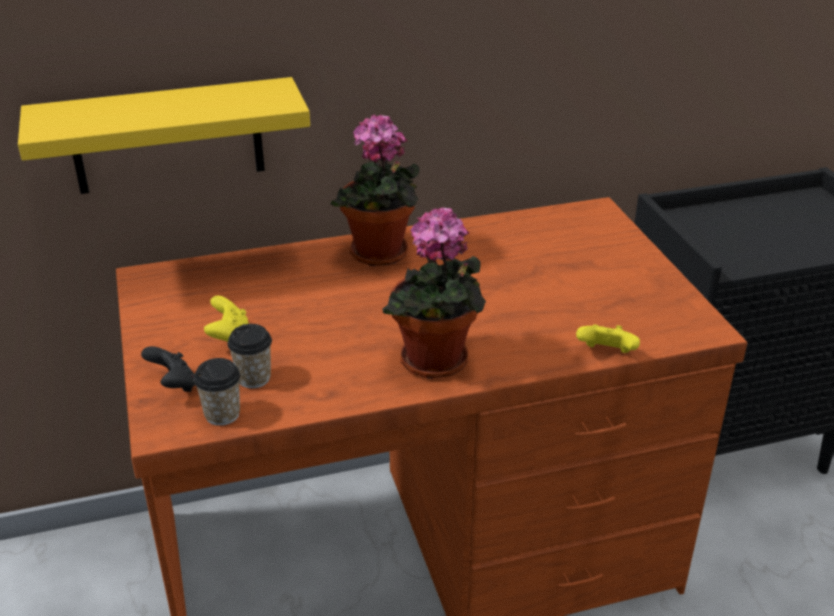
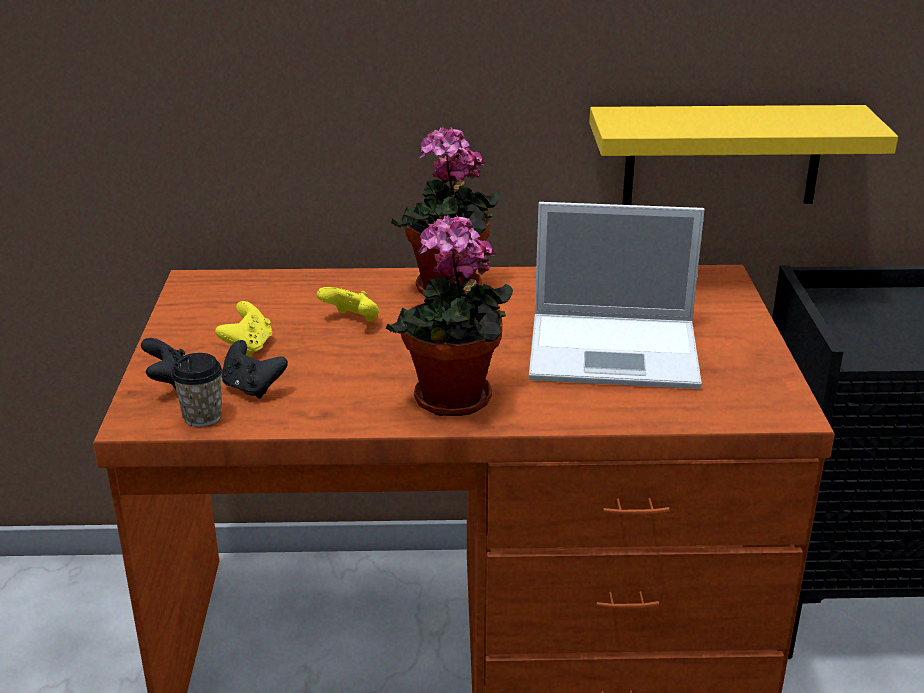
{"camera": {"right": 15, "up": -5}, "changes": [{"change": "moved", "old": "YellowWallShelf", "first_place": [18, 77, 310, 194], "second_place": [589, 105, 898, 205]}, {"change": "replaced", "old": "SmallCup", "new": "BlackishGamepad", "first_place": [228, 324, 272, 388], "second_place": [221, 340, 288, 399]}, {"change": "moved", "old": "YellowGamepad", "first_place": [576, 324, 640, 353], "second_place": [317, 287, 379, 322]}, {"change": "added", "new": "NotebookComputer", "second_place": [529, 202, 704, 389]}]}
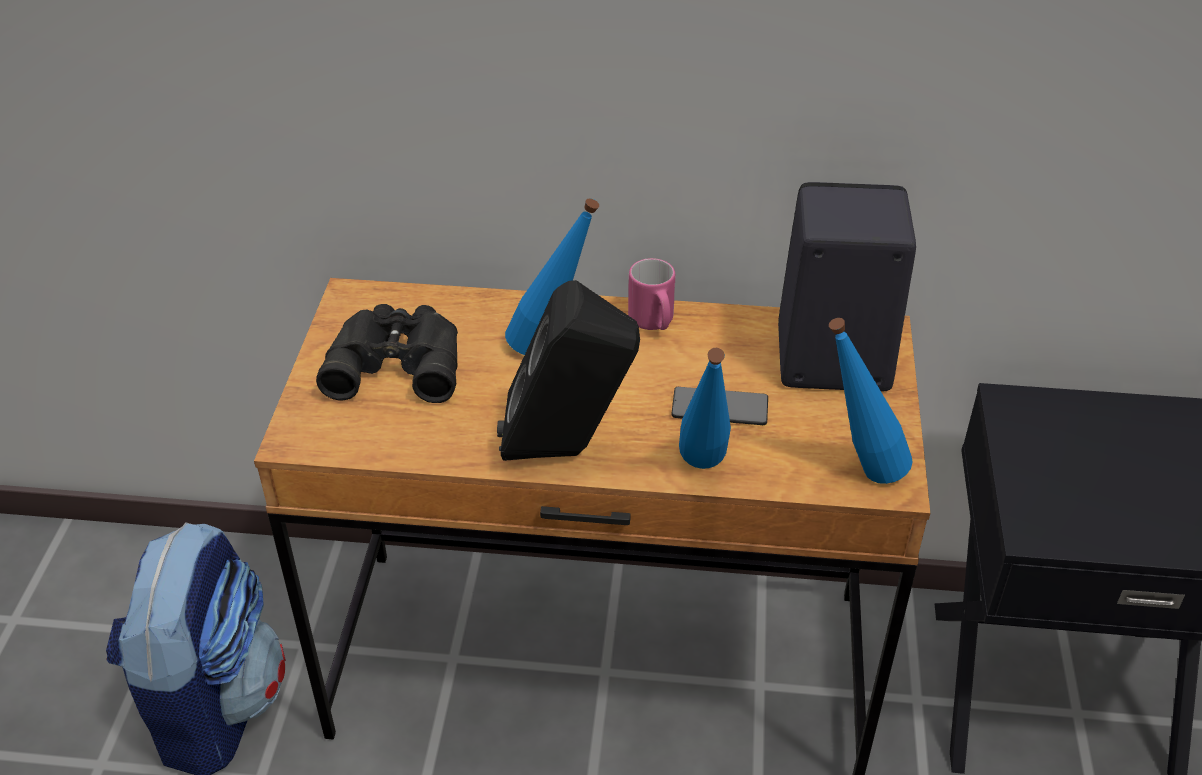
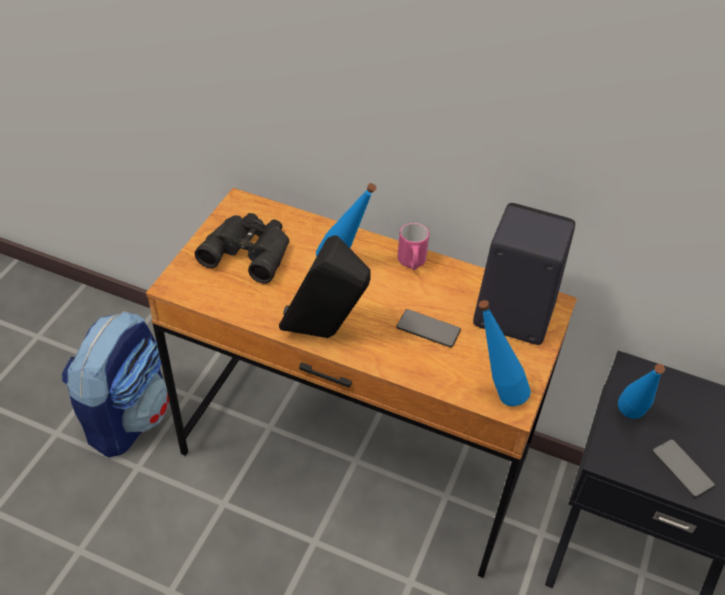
{"camera": {"right": 15, "up": 5}, "changes": [{"change": "moved", "old": "BlueBeverageBottle", "first_place": [679, 348, 731, 469], "second_place": [618, 364, 665, 419]}, {"change": "added", "new": "Handset", "second_place": [652, 439, 715, 498]}]}
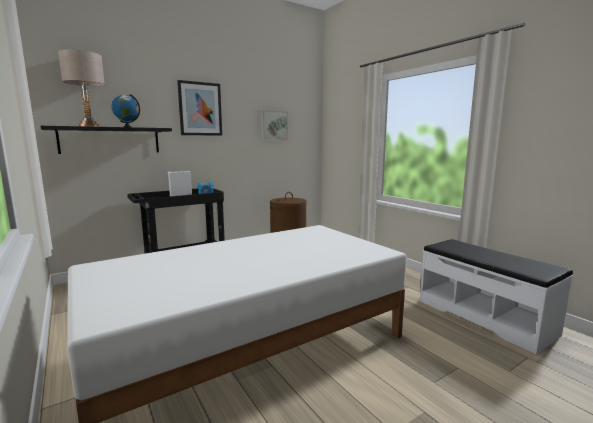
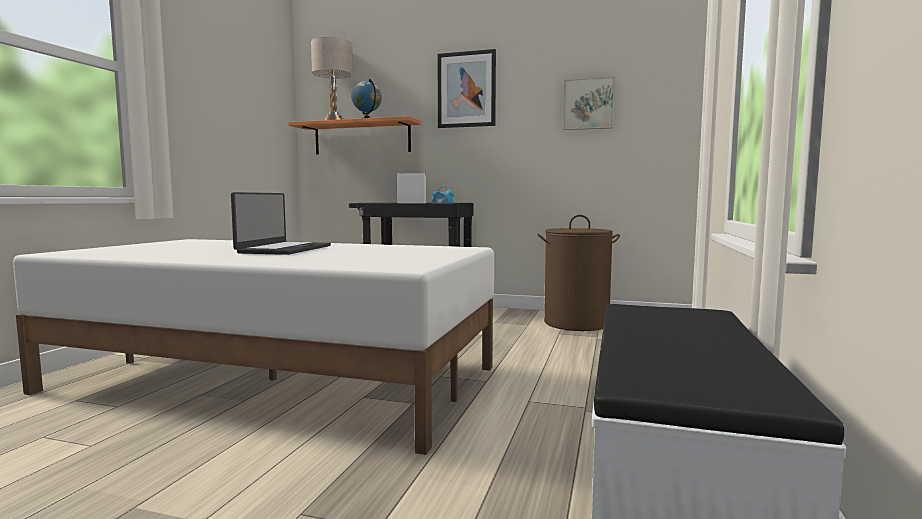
{"camera": {"right": 50, "up": -5}, "changes": [{"change": "recoloured", "old": "BlackishWallShelf", "new": "OrangeWallShelf", "first_place": [40, 126, 172, 154], "second_place": [289, 116, 421, 155]}, {"change": "added", "new": "NotebookComputer", "second_place": [231, 192, 331, 255]}]}
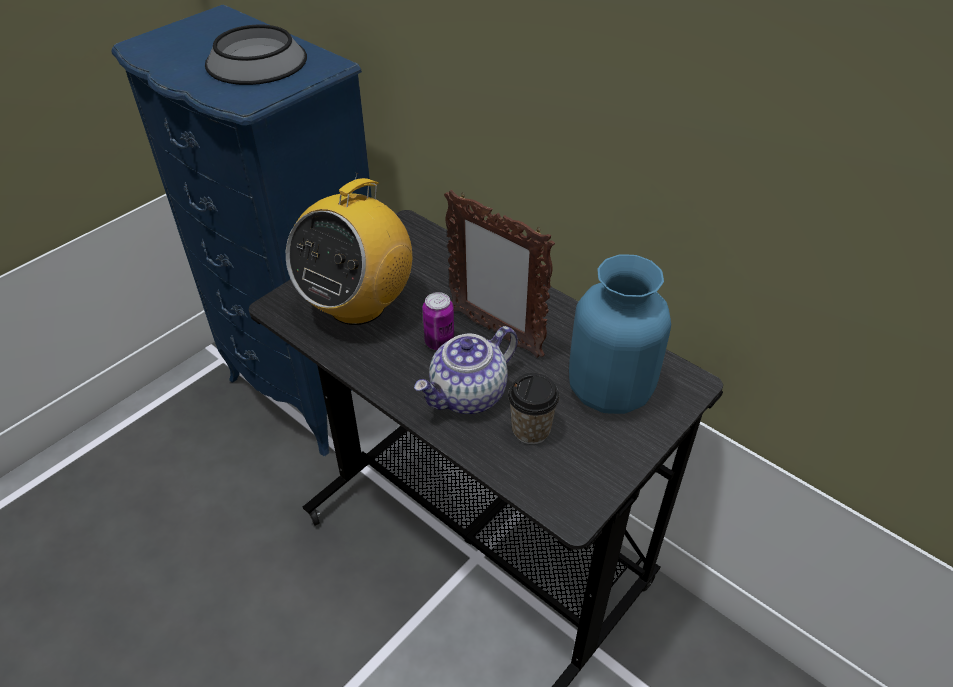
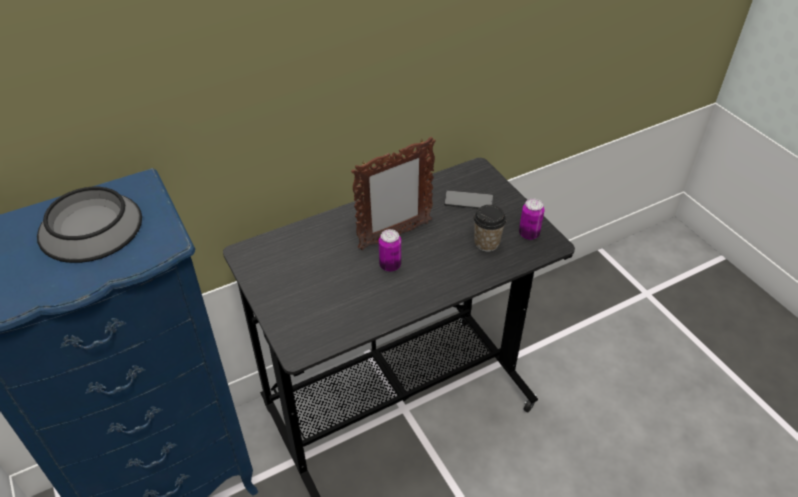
{"camera": {"right": -70, "up": 0}, "changes": [{"change": "removed", "old": "RadioSet", "first_place": [286, 173, 412, 325]}, {"change": "replaced", "old": "BlueDecorativeVase", "new": "Handset", "first_place": [569, 254, 671, 414], "second_place": [444, 190, 493, 209]}, {"change": "removed", "old": "Teapot", "first_place": [414, 326, 518, 414]}, {"change": "added", "new": "SealedCan", "second_place": [519, 198, 544, 240]}]}
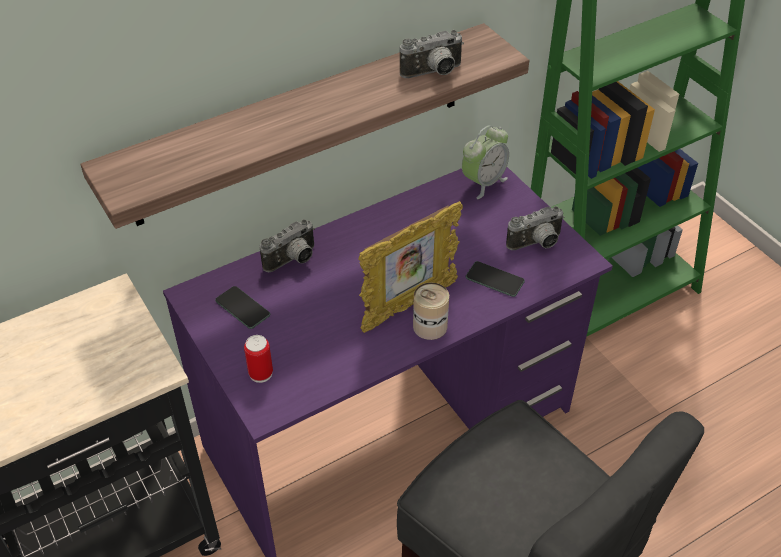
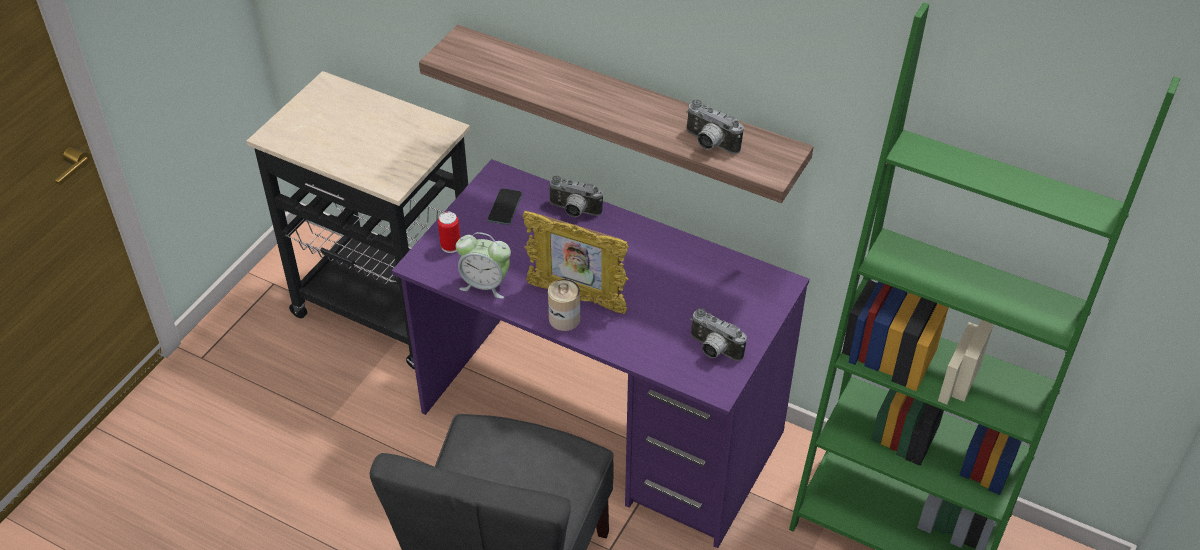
{"camera": {"right": 60, "up": 0}, "changes": [{"change": "moved", "old": "AlarmClock", "first_place": [462, 125, 509, 199], "second_place": [456, 232, 511, 299]}, {"change": "removed", "old": "Handset", "first_place": [466, 261, 525, 297]}]}
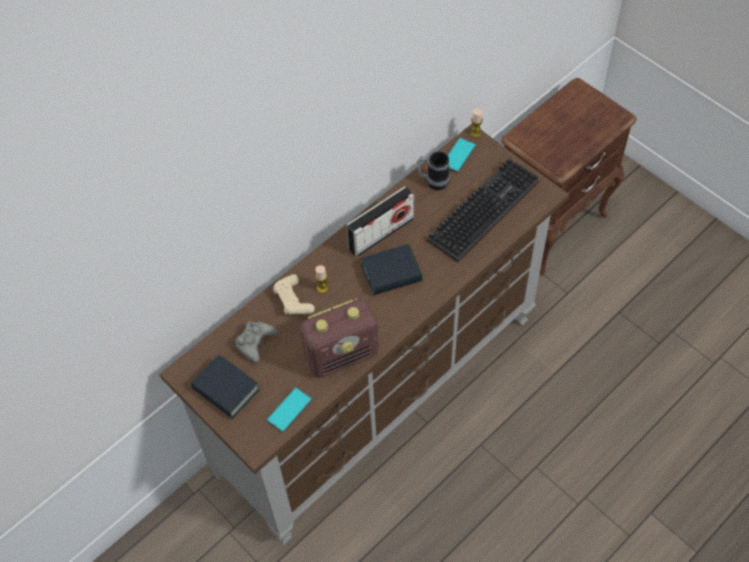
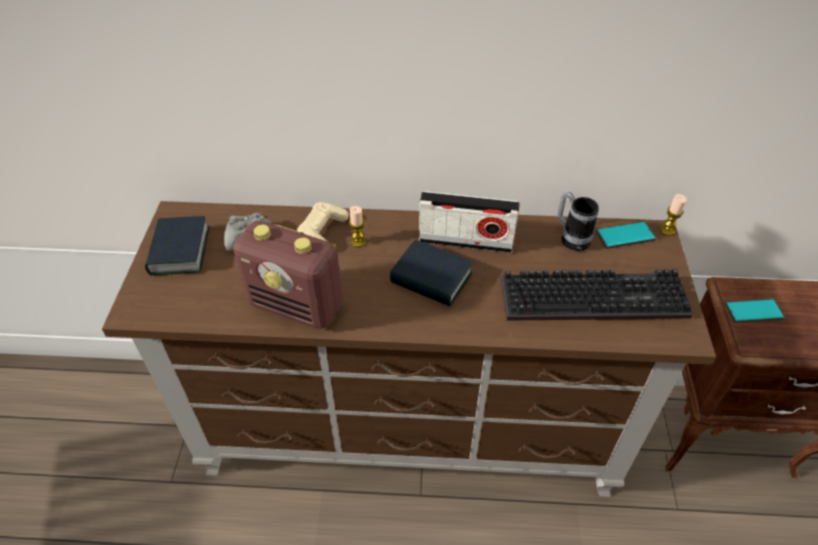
{"camera": {"right": 45, "up": -10}, "changes": [{"change": "moved", "old": "Handset", "first_place": [266, 386, 313, 433], "second_place": [725, 299, 785, 323]}]}
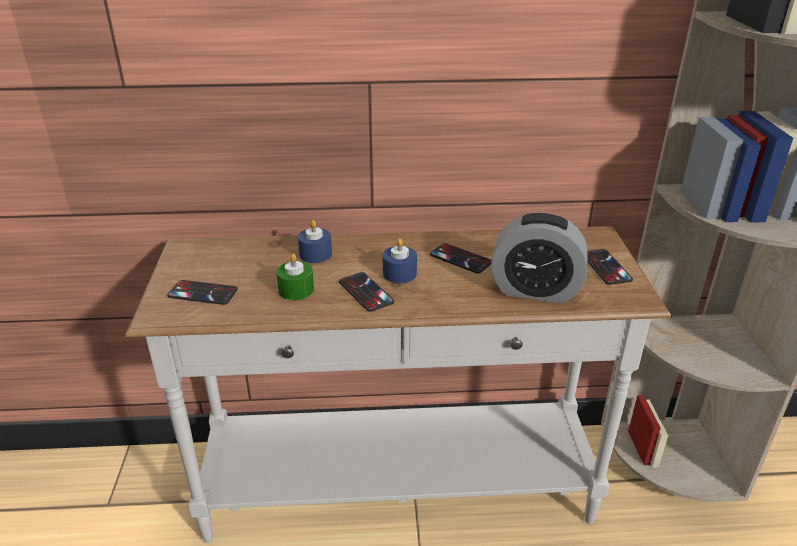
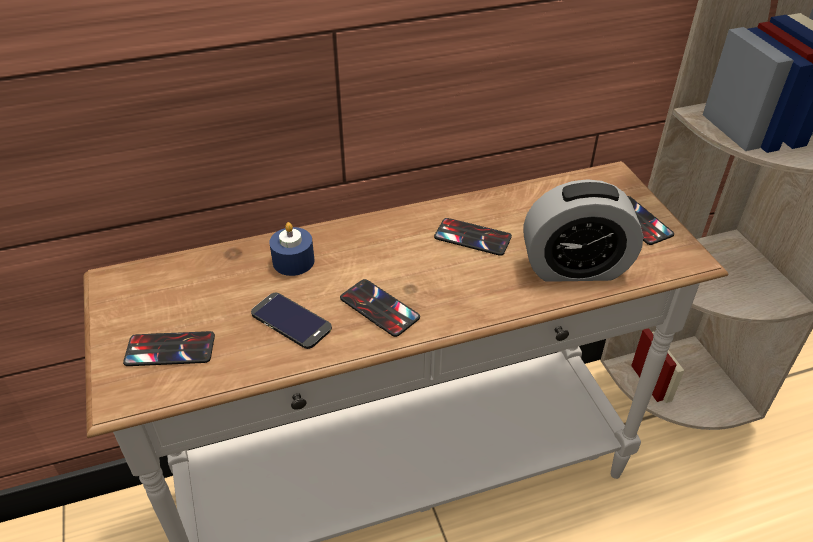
{"camera": {"right": -15, "up": 10}, "changes": [{"change": "removed", "old": "BlueWaxLight", "first_place": [383, 238, 417, 283]}, {"change": "replaced", "old": "GreenColouredWaxLight", "new": "Handset", "first_place": [277, 254, 314, 300], "second_place": [251, 293, 332, 349]}]}
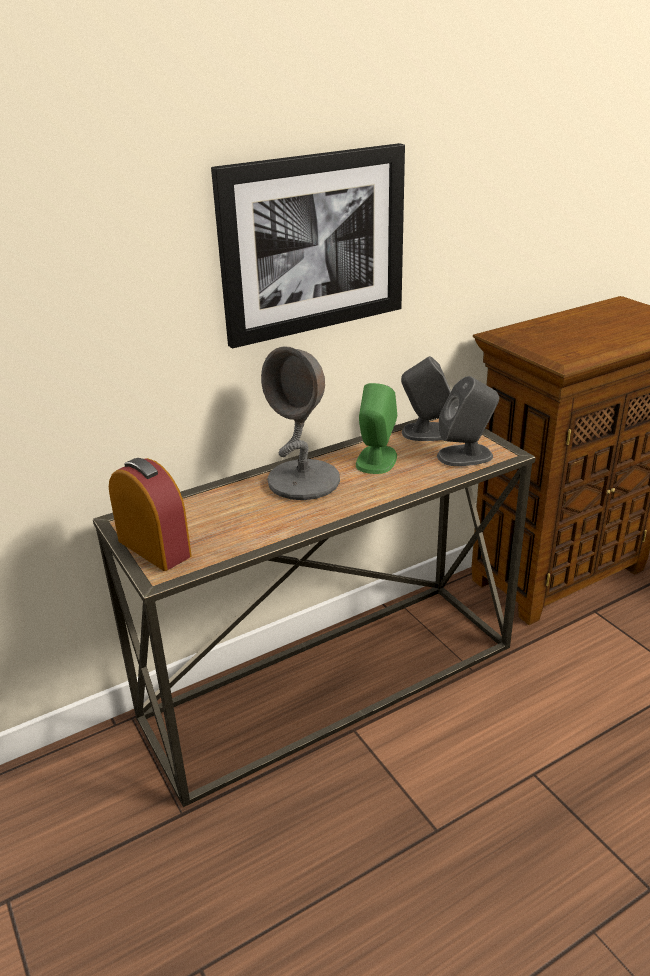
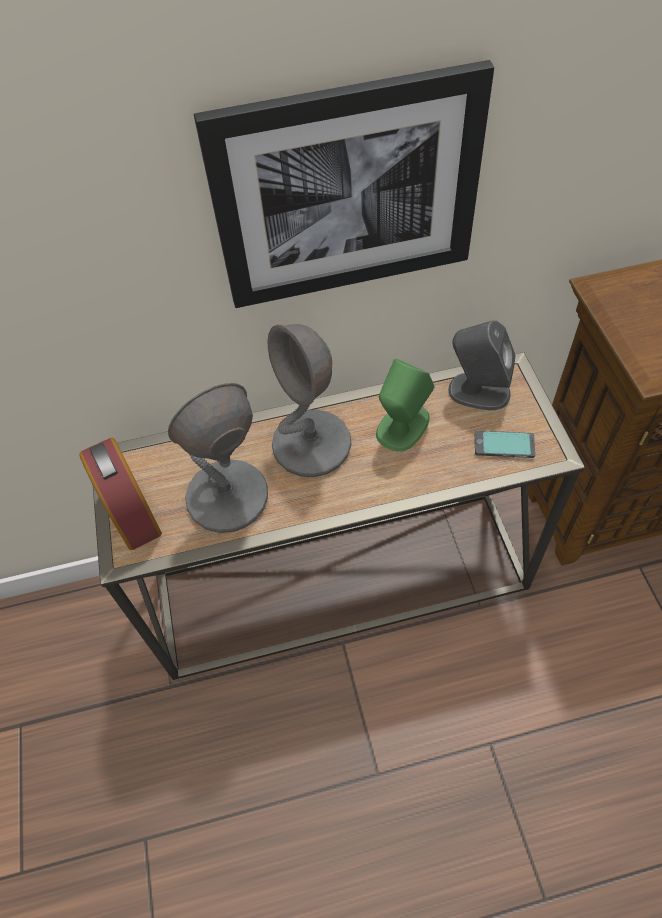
{"camera": {"right": 20, "up": 25}, "changes": [{"change": "replaced", "old": "GreyAudioSpeaker", "new": "Handset", "first_place": [437, 376, 499, 466], "second_place": [475, 430, 536, 458]}, {"change": "added", "new": "GreyTabletopLamp", "second_place": [168, 383, 268, 533]}]}
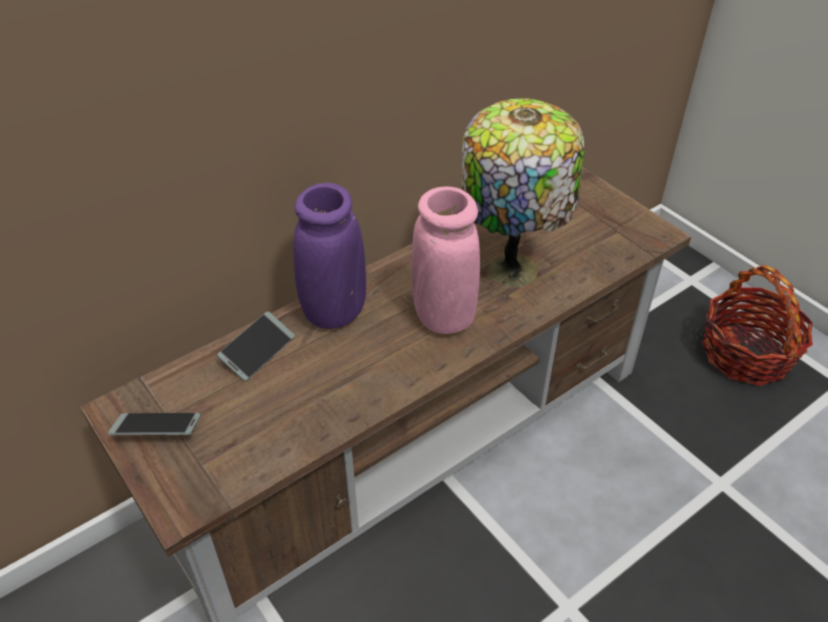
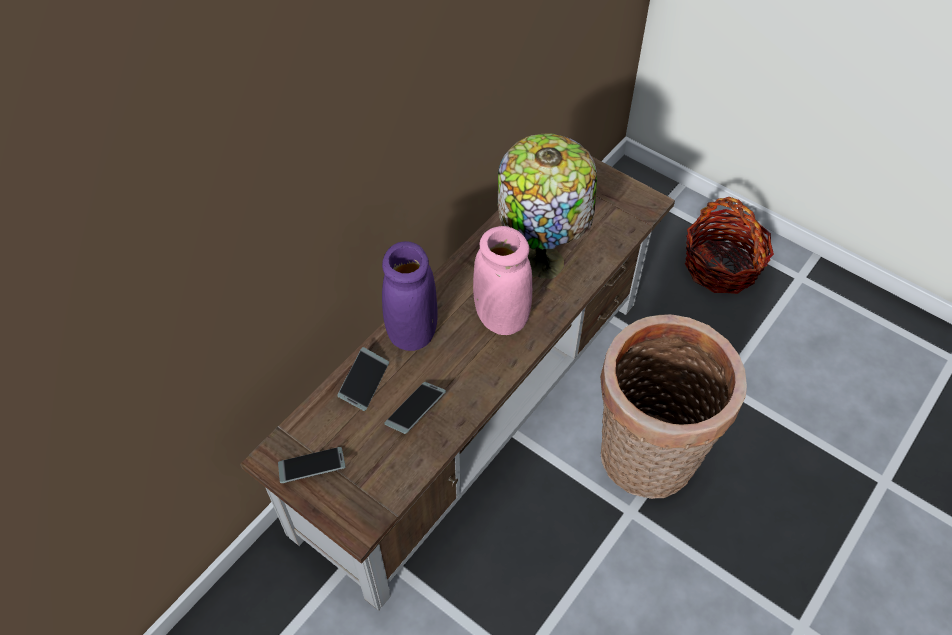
{"camera": {"right": -15, "up": 10}, "changes": [{"change": "added", "new": "HouseholdBasket", "second_place": [600, 314, 747, 499]}, {"change": "added", "new": "Handset", "second_place": [384, 382, 446, 434]}]}
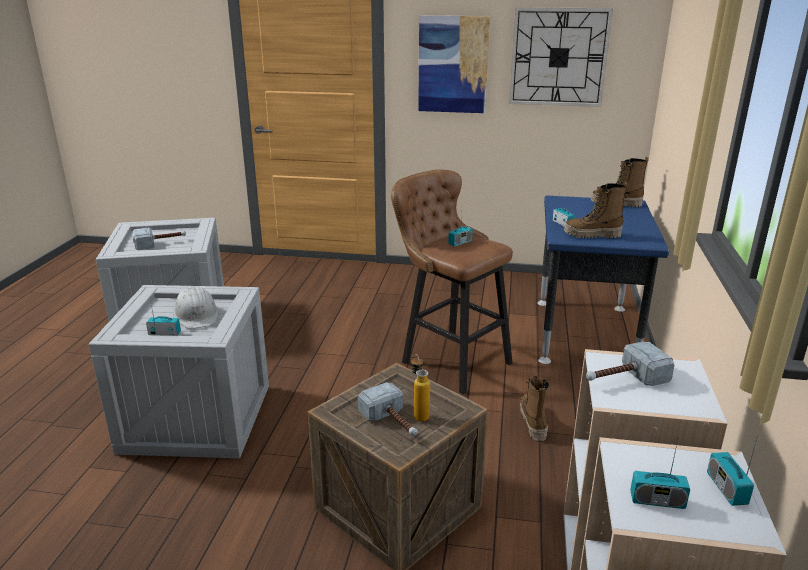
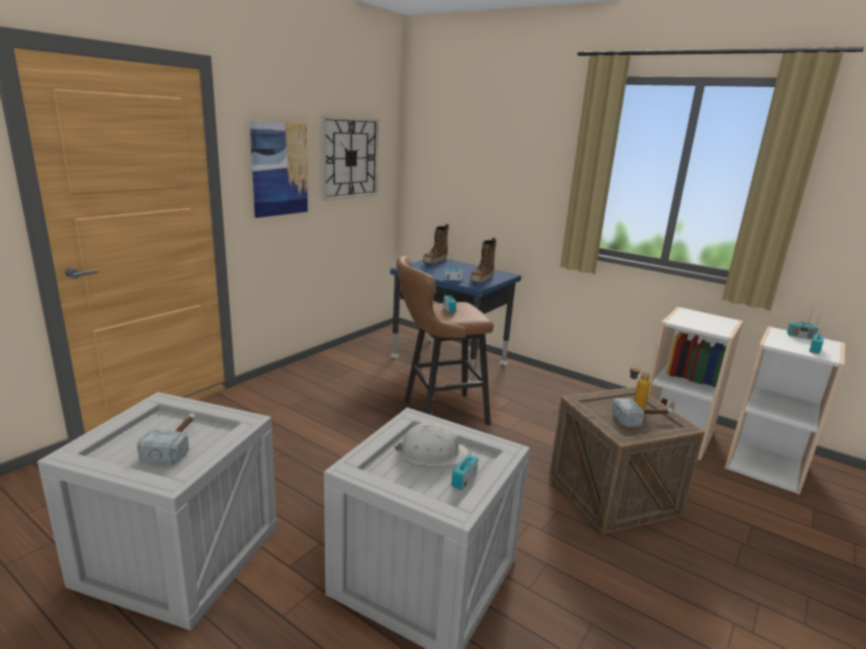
{"camera": {"right": -65, "up": -5}, "changes": [{"change": "removed", "old": "Hammer", "first_place": [586, 342, 675, 386]}, {"change": "removed", "old": "Boot", "first_place": [520, 376, 549, 441]}]}
